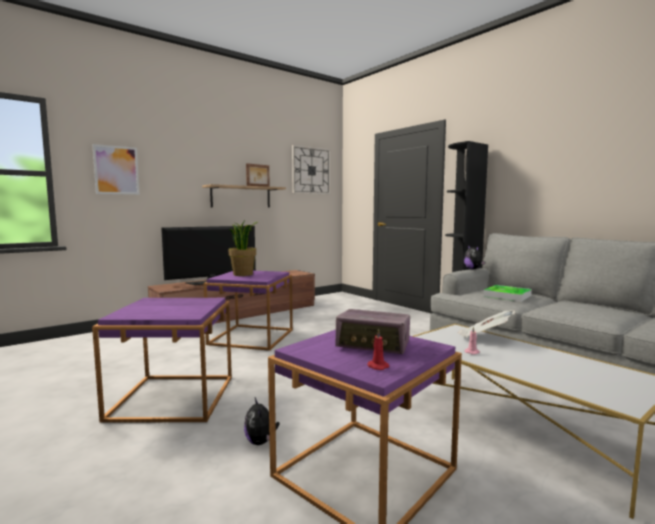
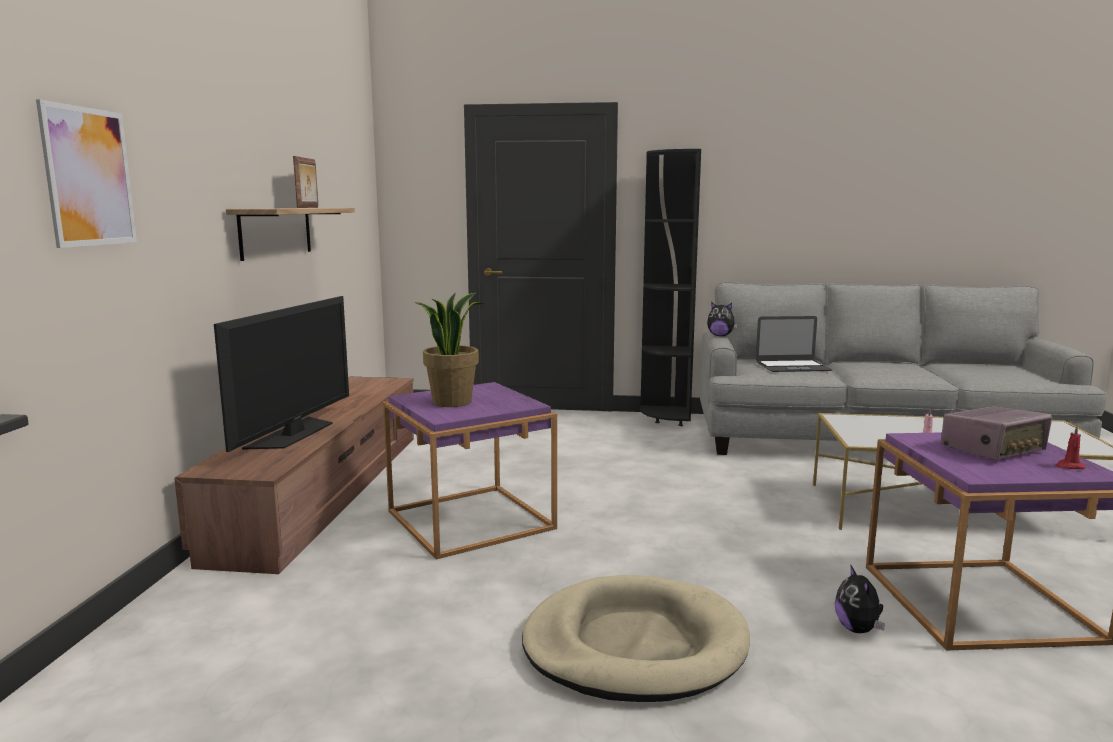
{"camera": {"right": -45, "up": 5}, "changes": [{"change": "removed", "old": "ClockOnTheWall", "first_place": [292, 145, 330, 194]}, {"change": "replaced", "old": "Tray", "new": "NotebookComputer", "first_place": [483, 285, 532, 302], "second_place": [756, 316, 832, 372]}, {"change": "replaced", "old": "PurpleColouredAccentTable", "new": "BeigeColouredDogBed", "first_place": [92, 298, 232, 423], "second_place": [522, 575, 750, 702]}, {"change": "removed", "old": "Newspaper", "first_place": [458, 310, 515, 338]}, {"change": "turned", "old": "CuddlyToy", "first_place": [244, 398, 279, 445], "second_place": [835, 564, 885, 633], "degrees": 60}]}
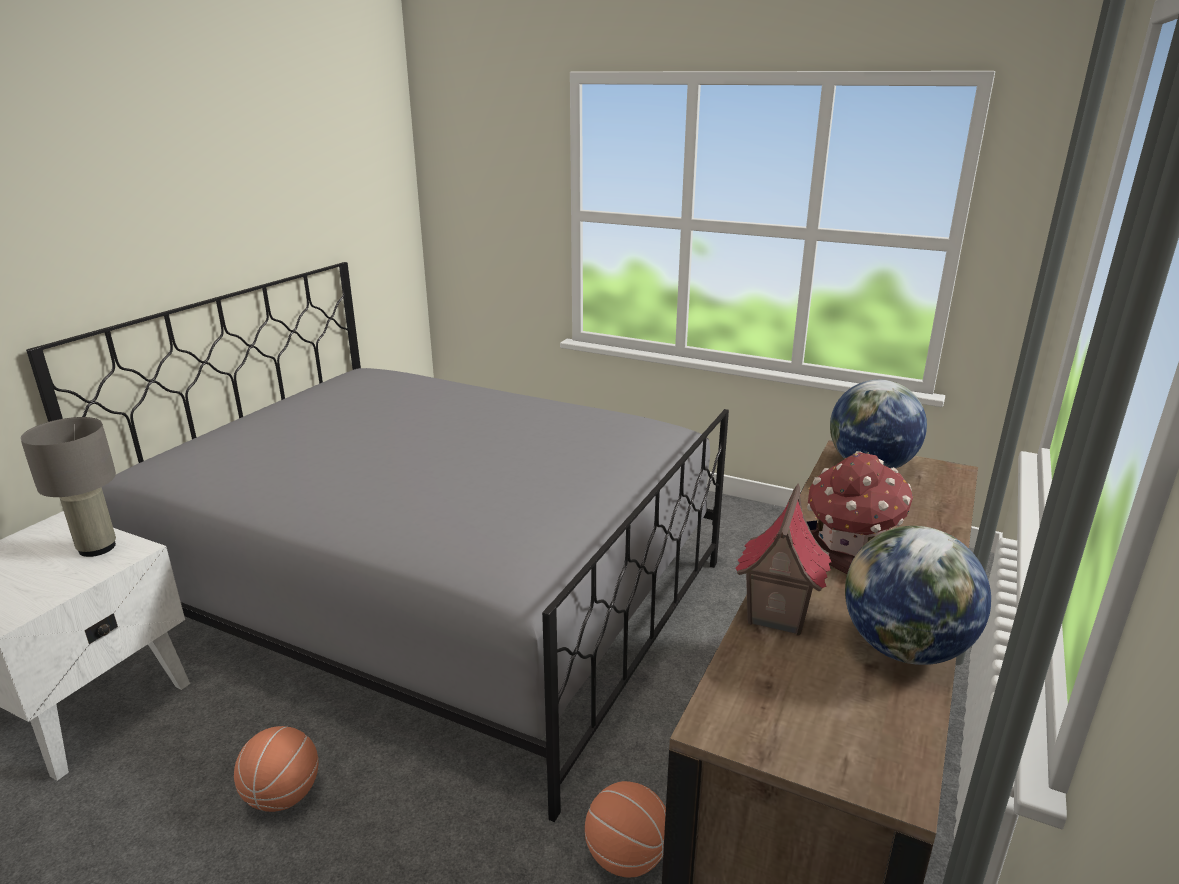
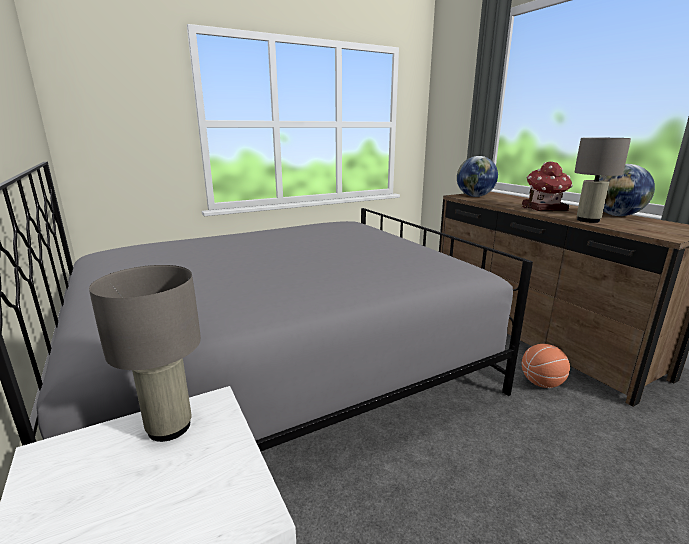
{"camera": {"right": -55, "up": -5}, "changes": [{"change": "replaced", "old": "MiniatureHouse", "new": "GreyTabletopLamp", "first_place": [736, 483, 831, 636], "second_place": [575, 138, 631, 223]}, {"change": "removed", "old": "BallForBasketball", "first_place": [234, 726, 319, 812]}]}
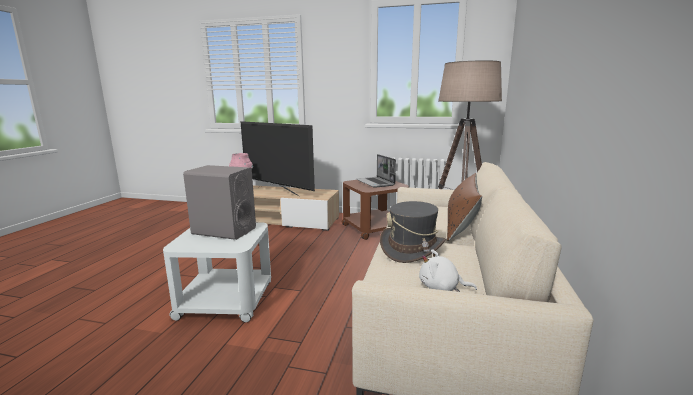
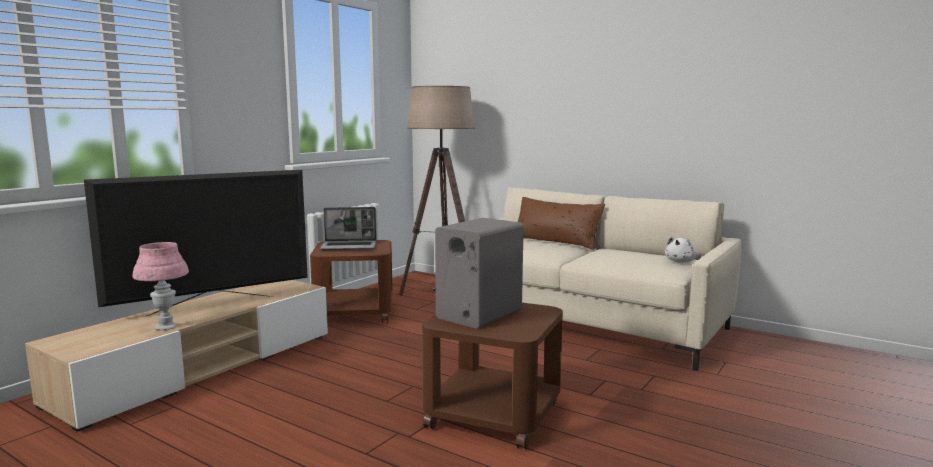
{"camera": {"right": -70, "up": -5}, "changes": [{"change": "removed", "old": "GreyWearableHat", "first_place": [380, 201, 446, 263]}, {"change": "recoloured", "old": "WhiteColouredAccentTable", "new": "BrownAccentTable", "first_place": [163, 222, 271, 322], "second_place": [422, 303, 563, 449]}]}
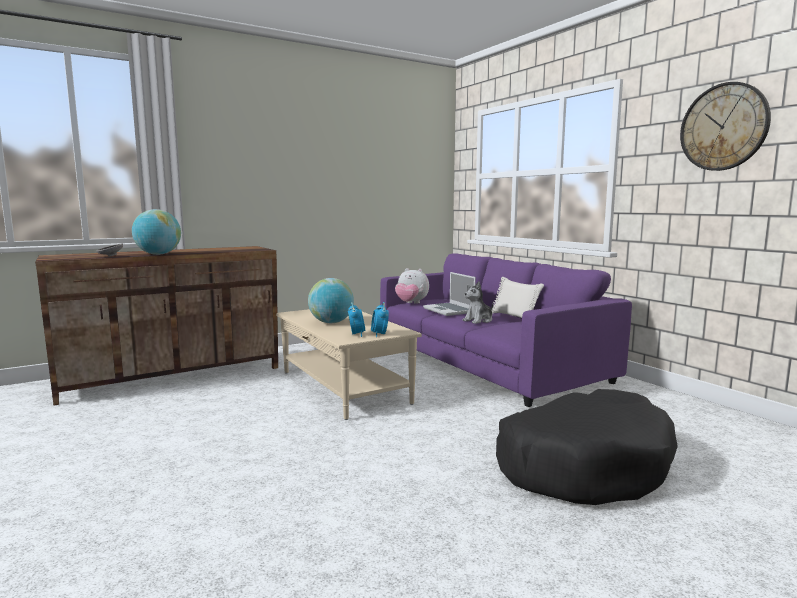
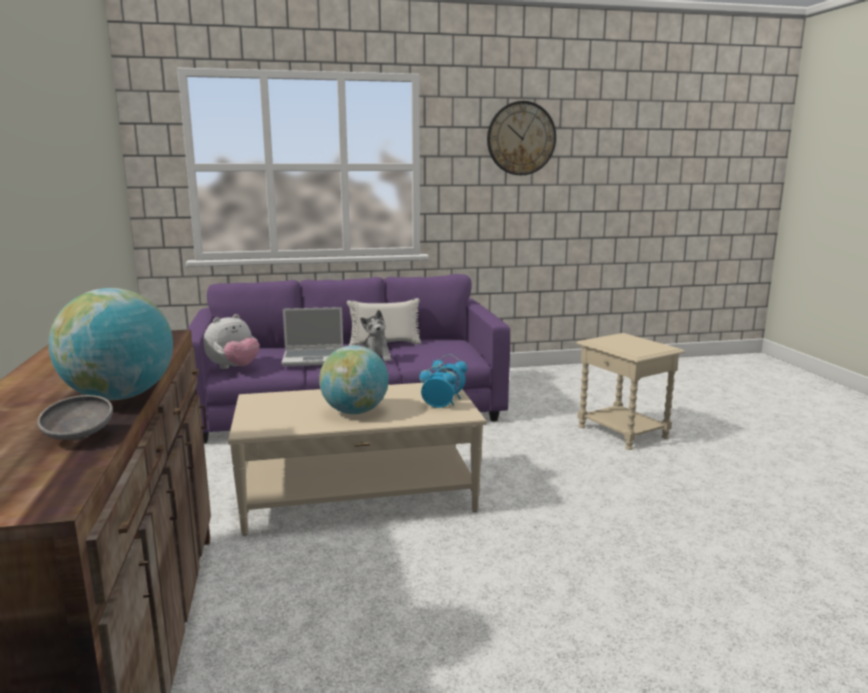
{"camera": {"right": -70, "up": 5}, "changes": [{"change": "replaced", "old": "BlackishDogBed", "new": "BeigeColouredAccentTable", "first_place": [496, 389, 678, 505], "second_place": [576, 333, 685, 450]}]}
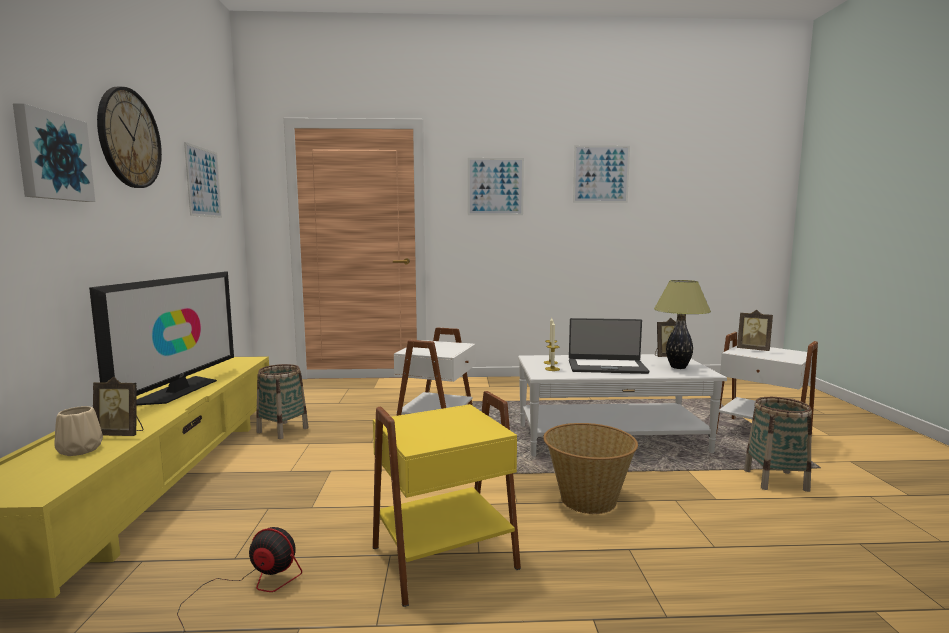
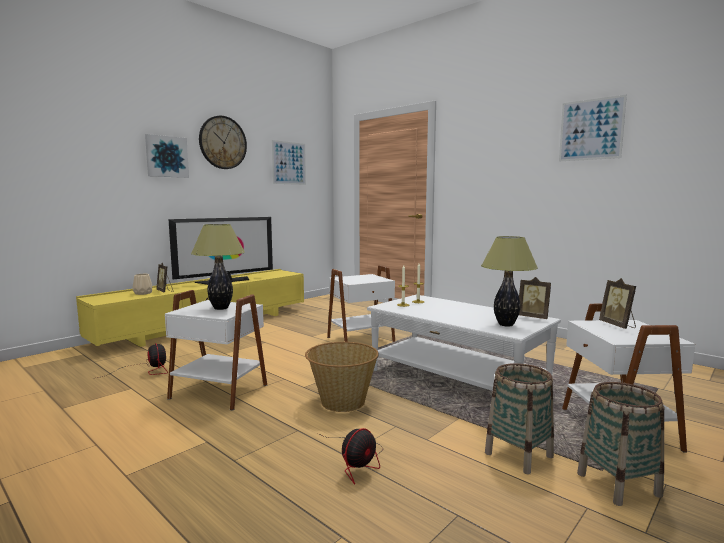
{"camera": {"right": 45, "up": 0}, "changes": [{"change": "removed", "old": "WallPicture", "first_place": [468, 158, 524, 215]}, {"change": "removed", "old": "NotebookComputer", "first_place": [569, 318, 649, 374]}, {"change": "moved", "old": "HouseholdBasket", "first_place": [256, 364, 309, 439], "second_place": [577, 382, 664, 506]}, {"change": "recoloured", "old": "YellowAccentTable", "new": "WhiteColouredAccentTable", "first_place": [373, 391, 521, 607], "second_place": [165, 290, 267, 410]}, {"change": "added", "new": "TabletopLamp", "second_place": [191, 224, 245, 310]}, {"change": "added", "new": "ElectricFan", "second_place": [318, 428, 383, 484]}]}
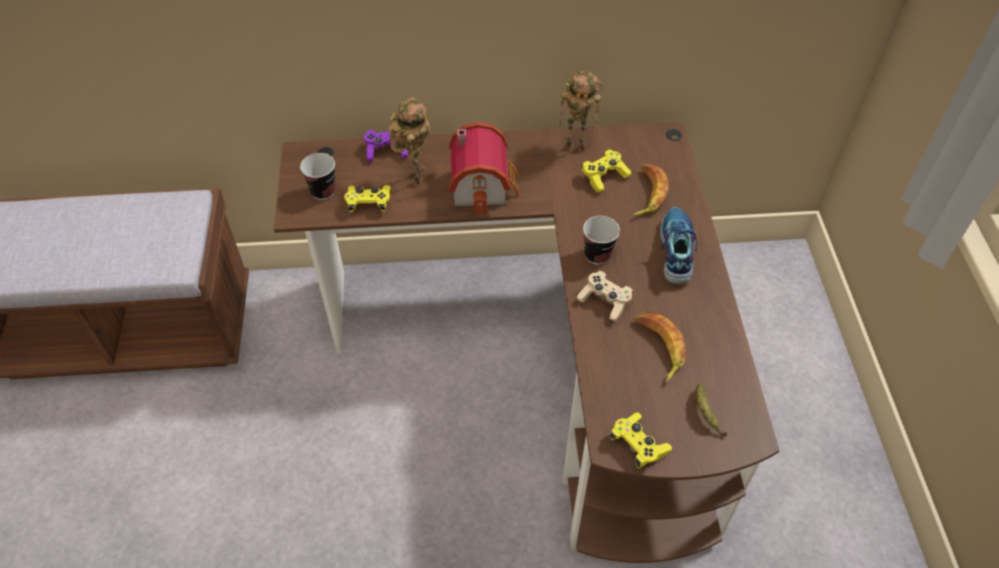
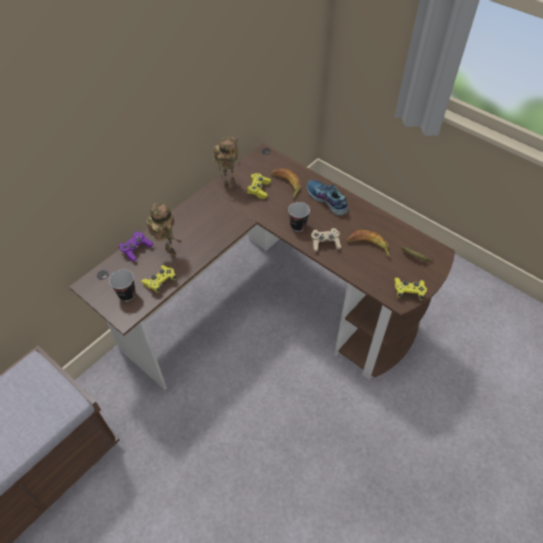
{"camera": {"right": -45, "up": 0}, "changes": [{"change": "removed", "old": "MiniatureHouse", "first_place": [449, 122, 520, 215]}]}
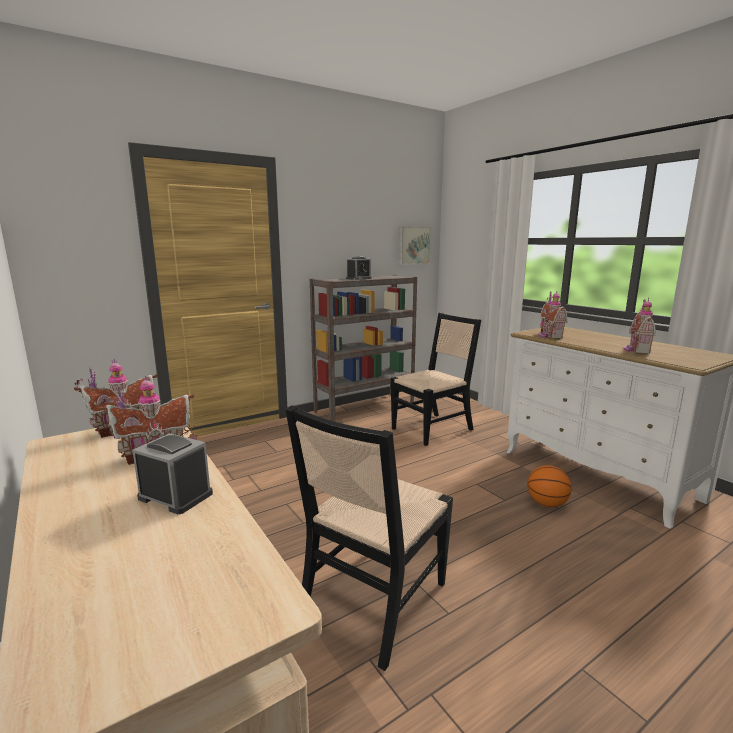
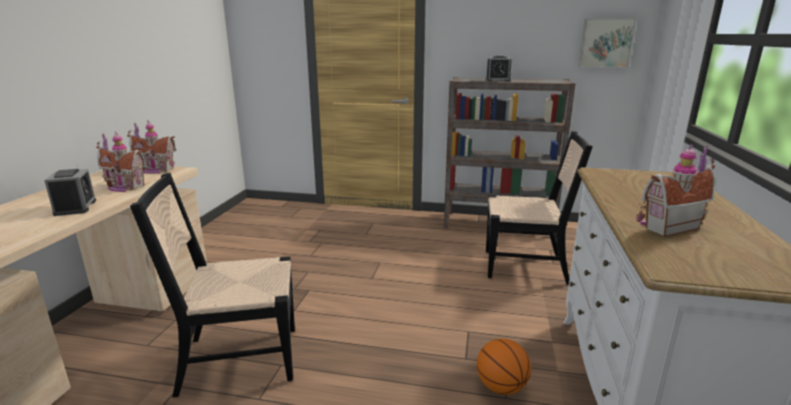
{"camera": {"right": 45, "up": 5}, "changes": [{"change": "removed", "old": "MiniatureHouse", "first_place": [538, 290, 568, 338]}]}
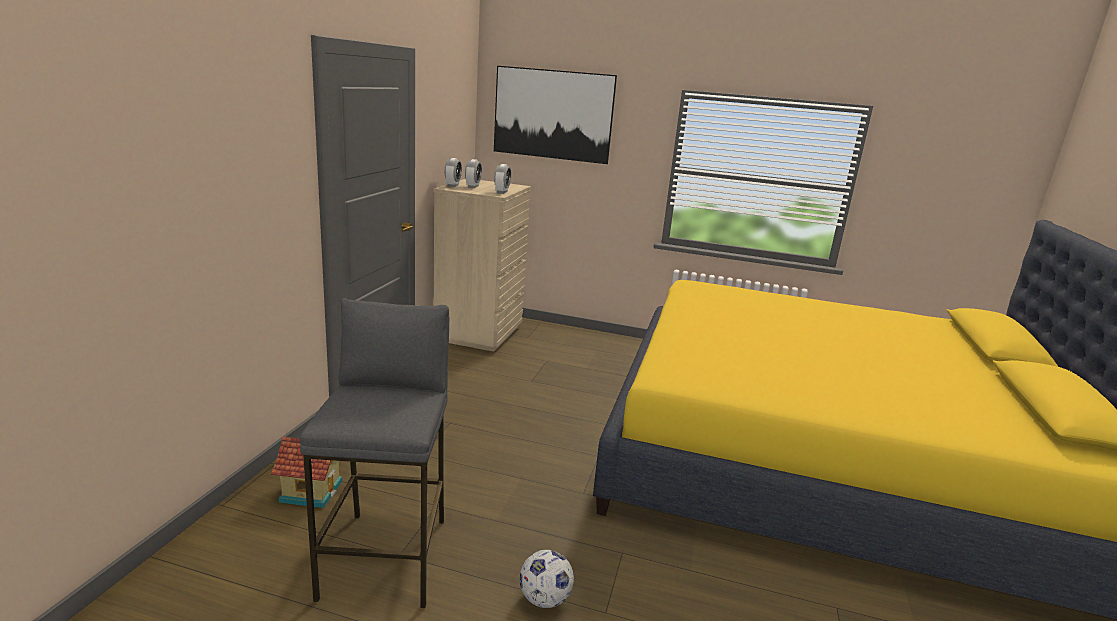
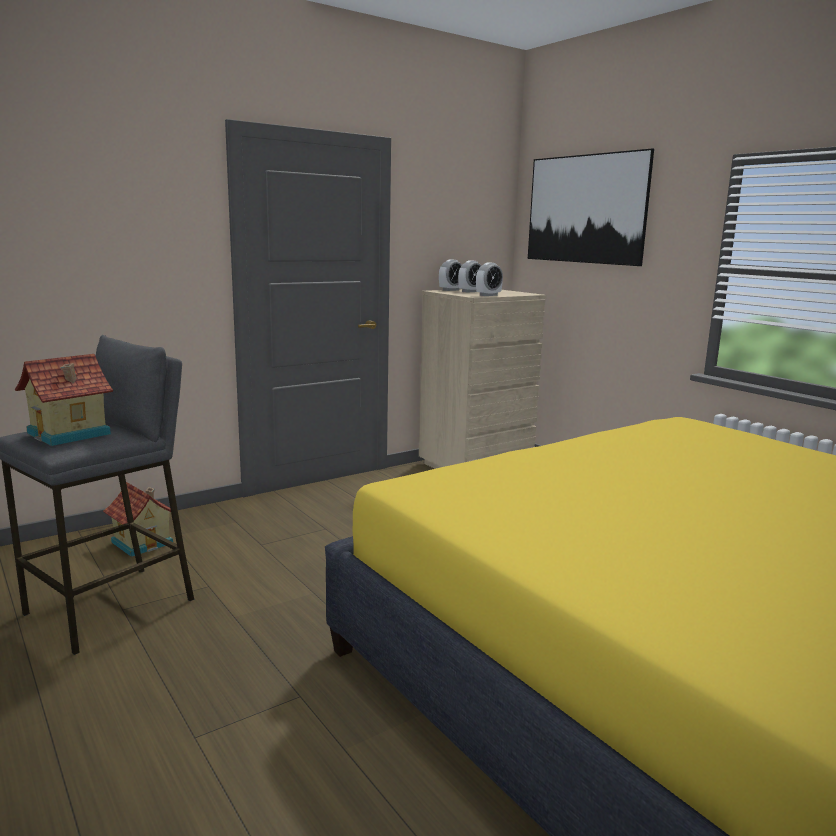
{"camera": {"right": 40, "up": -5}, "changes": [{"change": "removed", "old": "FootballBall", "first_place": [520, 550, 574, 608]}, {"change": "added", "new": "MiniatureHouse", "second_place": [15, 354, 113, 446]}]}
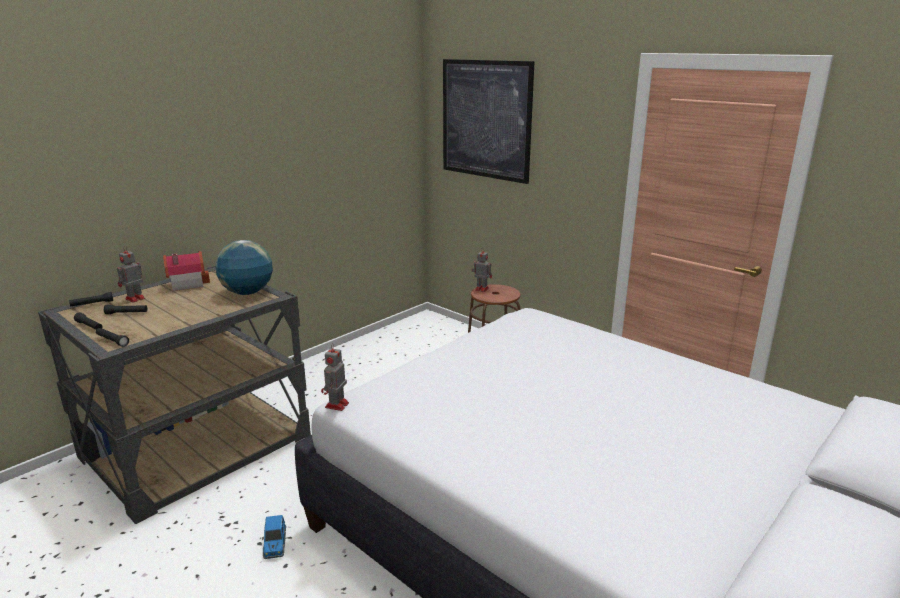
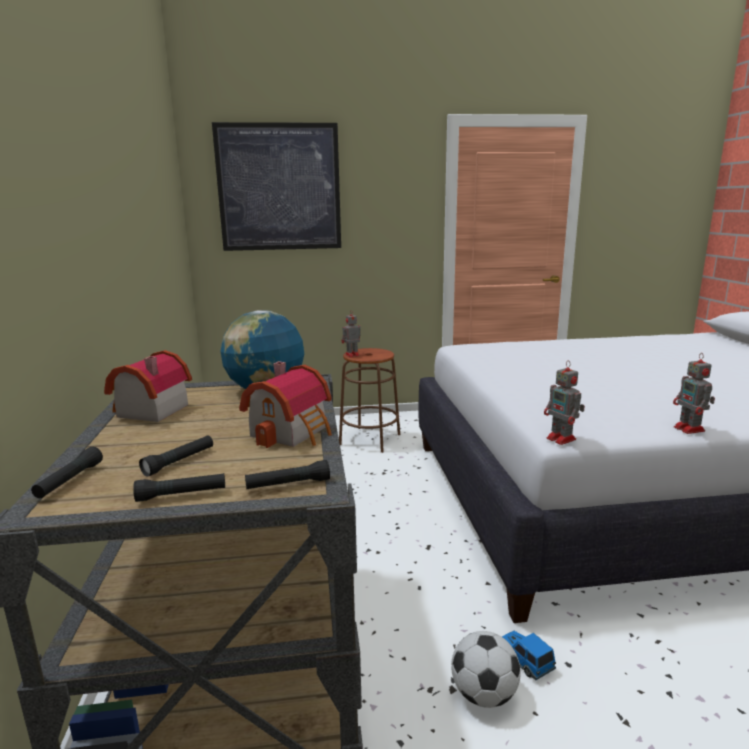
{"camera": {"right": -50, "up": -5}, "changes": [{"change": "moved", "old": "RobotFigure", "first_place": [117, 246, 145, 303], "second_place": [673, 353, 715, 434]}, {"change": "turned", "old": "MiniatureCar", "first_place": [263, 515, 286, 559], "second_place": [502, 631, 556, 680], "degrees": -150}, {"change": "added", "new": "MiniatureHouse", "second_place": [239, 361, 332, 448]}, {"change": "added", "new": "FootballBall", "second_place": [451, 631, 521, 708]}]}
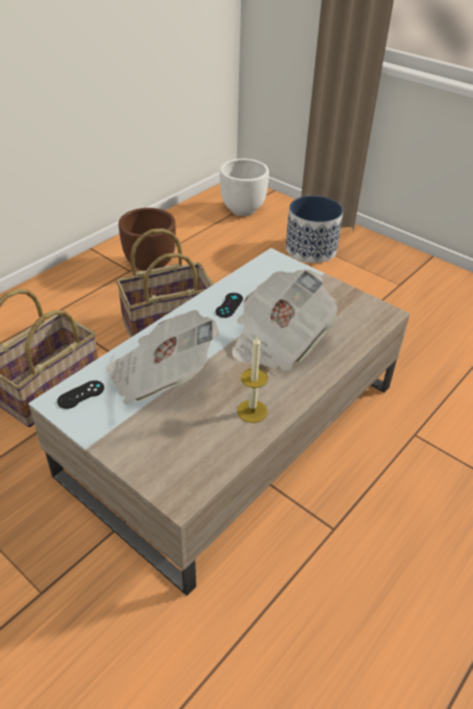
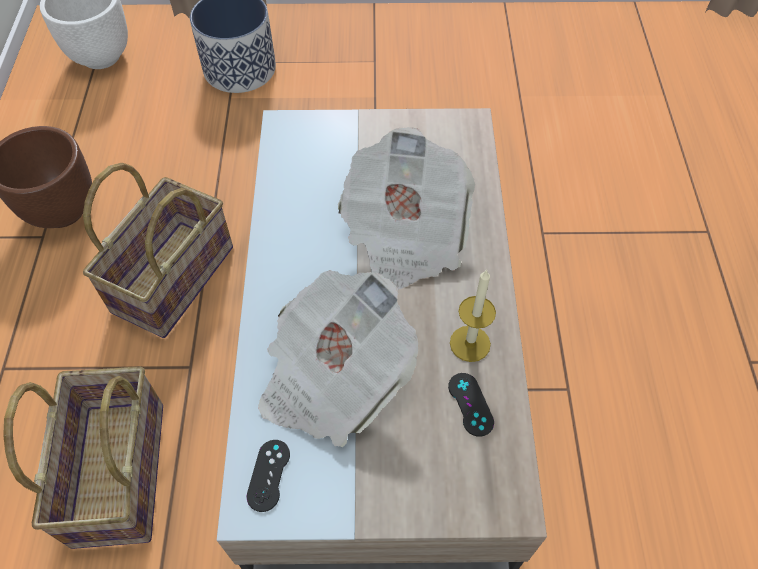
{"camera": {"right": -40, "up": 15}, "changes": [{"change": "moved", "old": "BlackishGamepad", "first_place": [216, 293, 243, 318], "second_place": [448, 373, 494, 437]}]}
